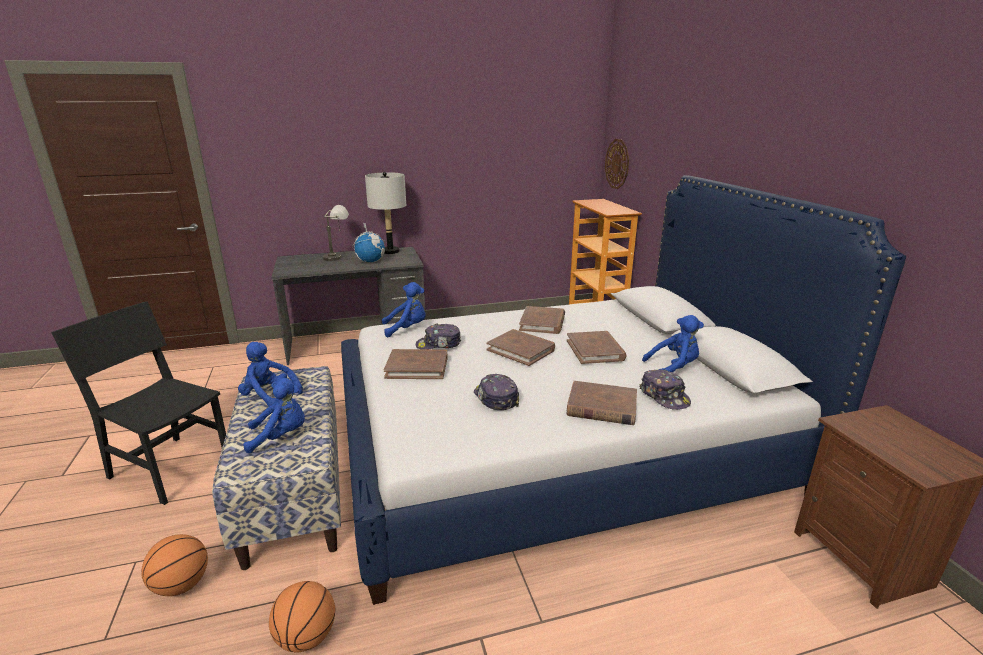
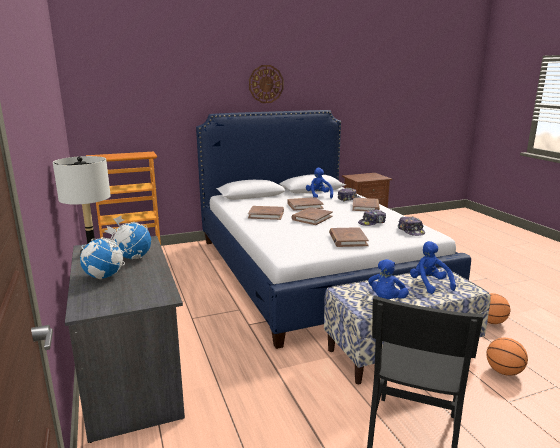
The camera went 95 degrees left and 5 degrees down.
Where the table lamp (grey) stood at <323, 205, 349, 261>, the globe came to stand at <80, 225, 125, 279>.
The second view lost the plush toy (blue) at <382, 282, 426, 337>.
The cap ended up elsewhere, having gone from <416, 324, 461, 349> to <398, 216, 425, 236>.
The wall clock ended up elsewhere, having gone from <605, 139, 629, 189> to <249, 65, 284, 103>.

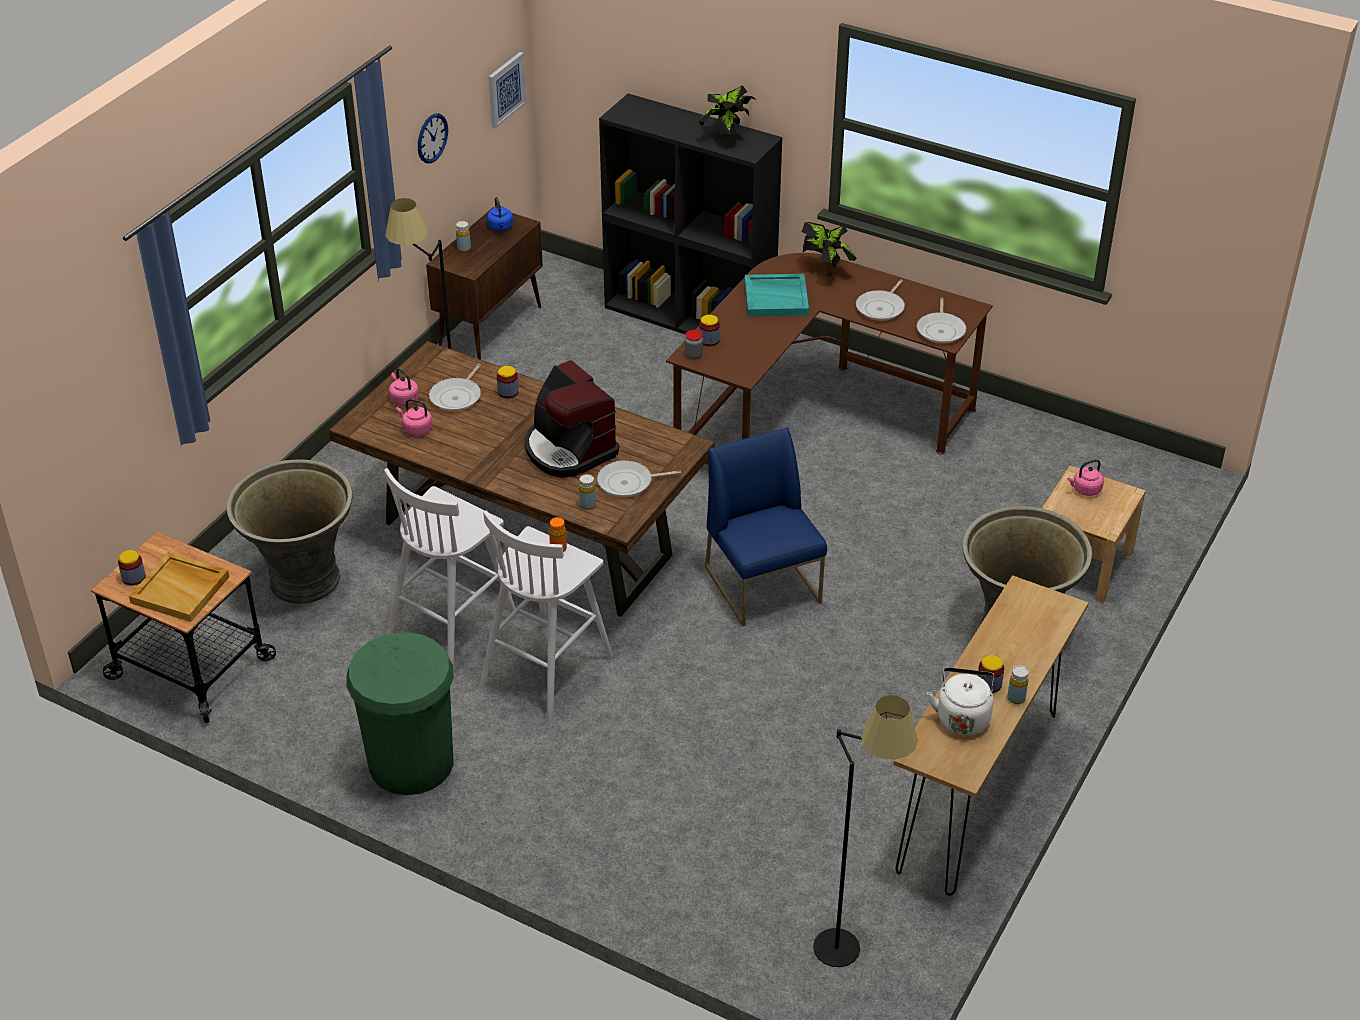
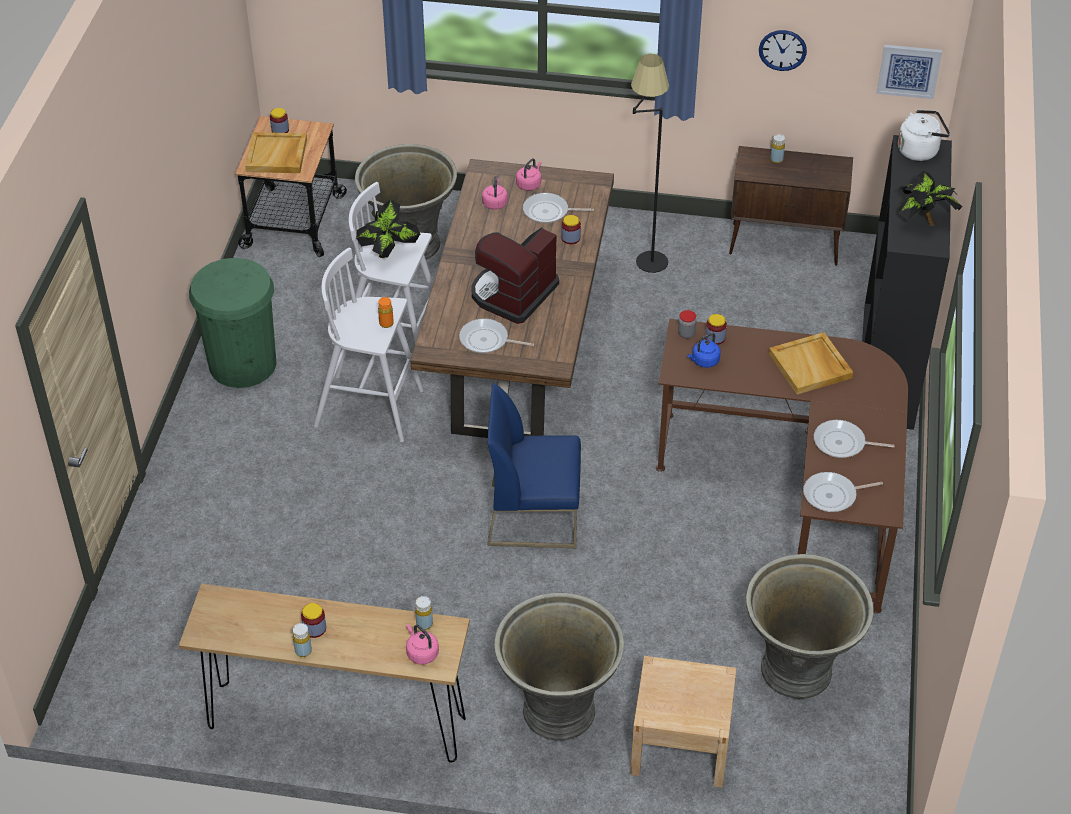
The camera went 70 degrees right and 5 degrees up.
The kettle (blue) ended up elsewhere, having gone from <487, 197, 513, 231> to <687, 333, 721, 368>.
The bottle (yellow) ended up elsewhere, having gone from <579, 474, 596, 510> to <415, 596, 433, 630>.
The frying pan at <597, 460, 681, 497> ended up facing another way, 45 degrees counterclockwise from before.
The chair (blue) at <705, 427, 827, 626> ended up facing another way, 135 degrees counterclockwise from before.
What was the tray (turquoise) at <745, 274, 809, 317> turned into the tray (beige) at <769, 332, 853, 394>.
The potted plant ended up elsewhere, having gone from <802, 222, 857, 277> to <356, 199, 420, 258>.
The second view lost the floor lamp (black) at <813, 695, 918, 967>.
The kettle (white) ended up elsewhere, having gone from <927, 667, 995, 736> to <898, 110, 950, 161>.
The kettle (pink) ended up elsewhere, having gone from <1067, 459, 1104, 496> to <406, 624, 439, 665>.
The second view gained the planter (grey) at <746, 554, 874, 699>.

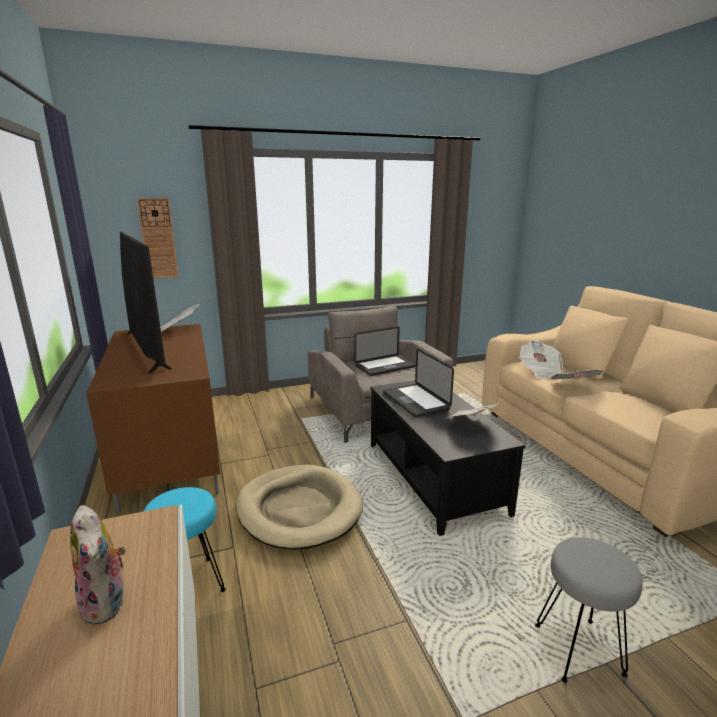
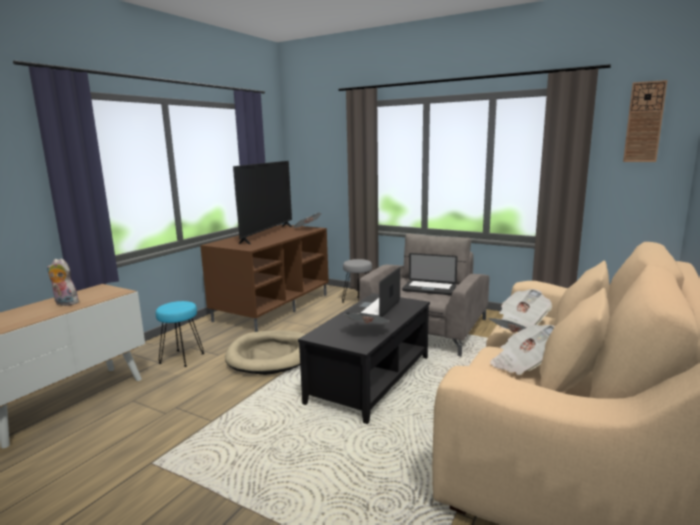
The camera went 50 degrees right and 5 degrees down.
The plush toy at <70, 505, 126, 625> ended up facing another way, 90 degrees clockwise from before.
The wall clock ended up elsewhere, having gone from <137, 198, 179, 279> to <623, 80, 667, 162>.
The stool (grey) ended up elsewhere, having gone from <535, 537, 643, 683> to <342, 259, 372, 303>.
The second view gained the newspaper at <490, 324, 555, 375>.

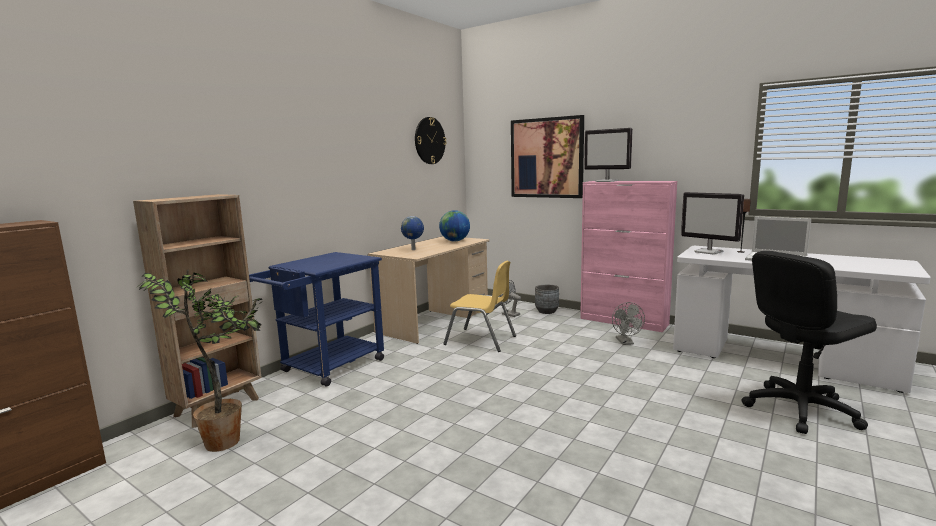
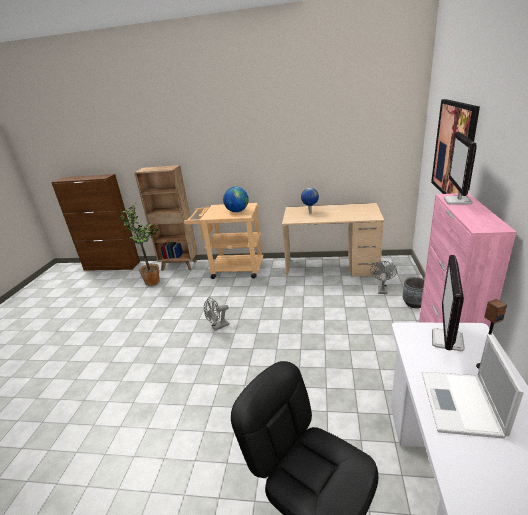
The camera went 65 degrees right and 15 degrees up.
What was the cart (blue) at <249, 252, 384, 387> turned into the cart (beige) at <184, 203, 264, 279>.
The second view lost the wall clock at <415, 117, 447, 164>.
The globe ended up elsewhere, having gone from <439, 210, 470, 242> to <223, 187, 248, 212>.
The second view lost the chair (yellow) at <443, 261, 516, 352>.
The fan (grey) ended up elsewhere, having gone from <612, 302, 645, 345> to <204, 297, 229, 331>.

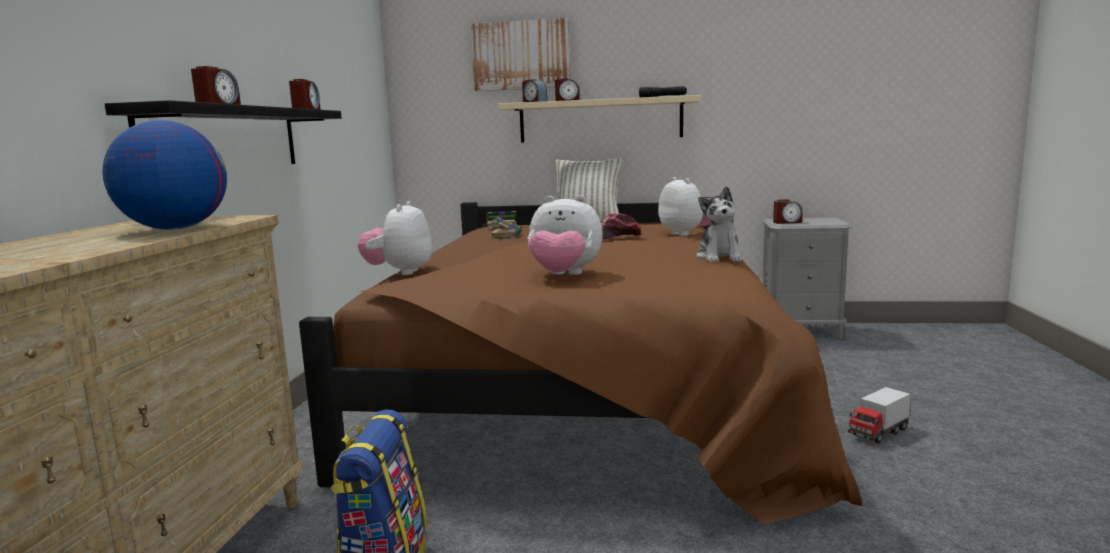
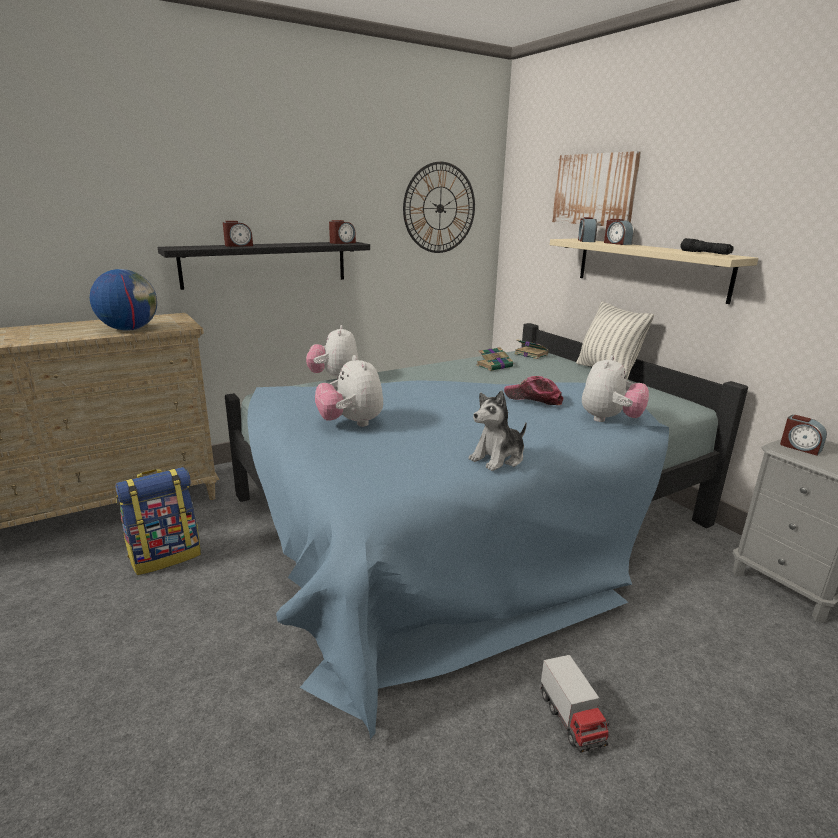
The camera went 50 degrees right and 10 degrees up.
What was the bed (brown) at <299, 197, 862, 525> turned into the bed (blue) at <225, 323, 748, 739>.
The plush toy at <358, 201, 432, 275> ended up facing another way, 60 degrees counterclockwise from before.
The toy truck at <848, 387, 911, 443> ended up facing another way, 120 degrees counterclockwise from before.
The second view gained the wall clock at <403, 162, 475, 253>.

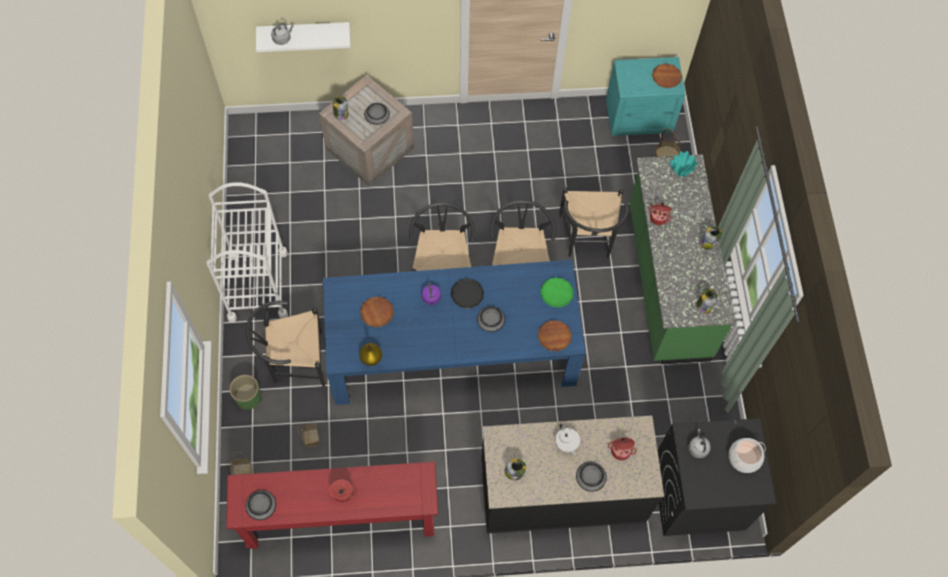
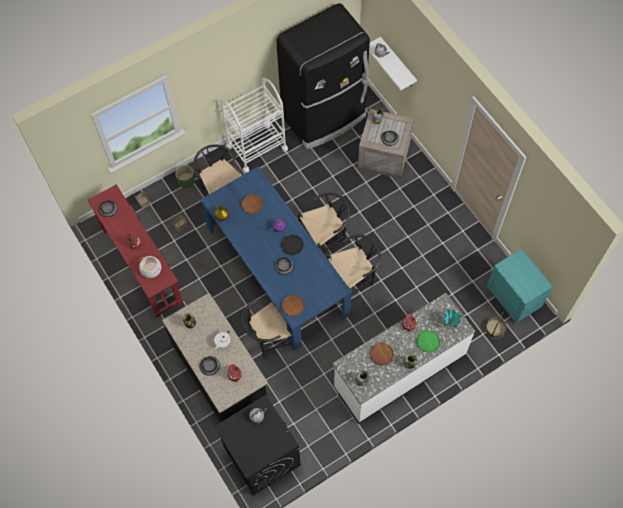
The camera went 65 degrees right and 0 degrees up.
The plate (green) ended up elsewhere, having gone from <540, 277, 574, 308> to <416, 330, 440, 353>.
The chair (black) ended up elsewhere, having gone from <559, 187, 629, 258> to <241, 299, 292, 357>.
What was the counter (green) at <629, 154, 734, 364> turned into the counter (white) at <332, 293, 475, 424>.
The plate (brown) ended up elsewhere, having gone from <652, 63, 682, 88> to <370, 343, 394, 366>.
The cooking pot ended up elsewhere, having gone from <729, 438, 766, 473> to <139, 256, 161, 278>.
The second view gained the fridge (black) at <277, 3, 370, 149>.

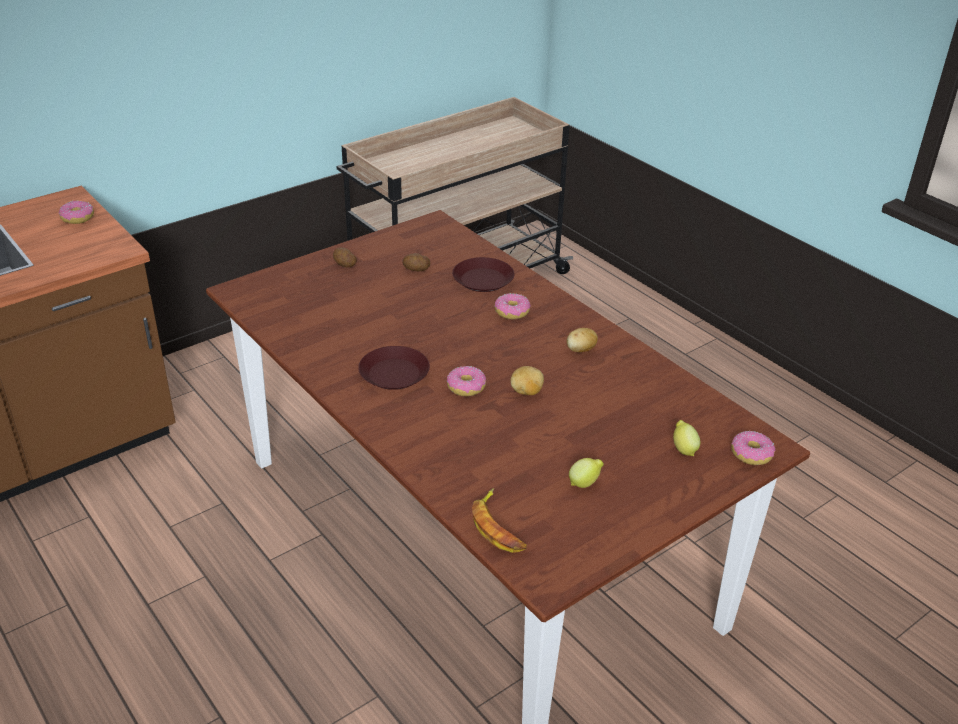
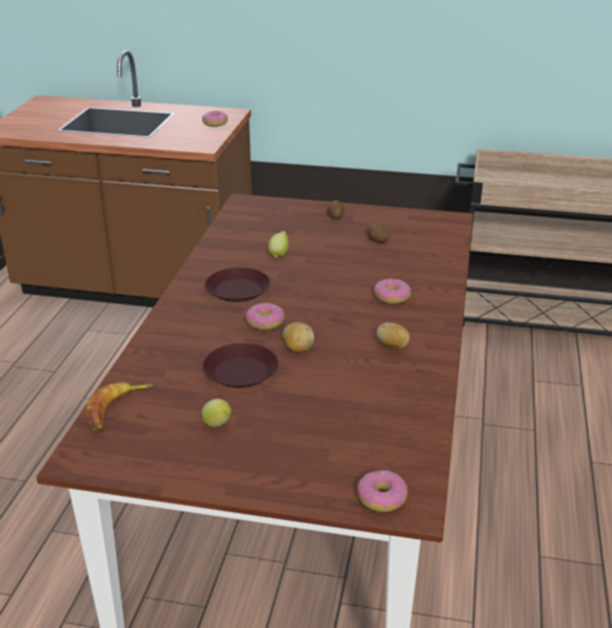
The camera went 50 degrees right and 5 degrees down.
The plate (brown) ended up elsewhere, having gone from <452, 257, 515, 292> to <203, 343, 278, 388>.
The lemon ended up elsewhere, having gone from <673, 420, 701, 456> to <268, 231, 289, 258>.

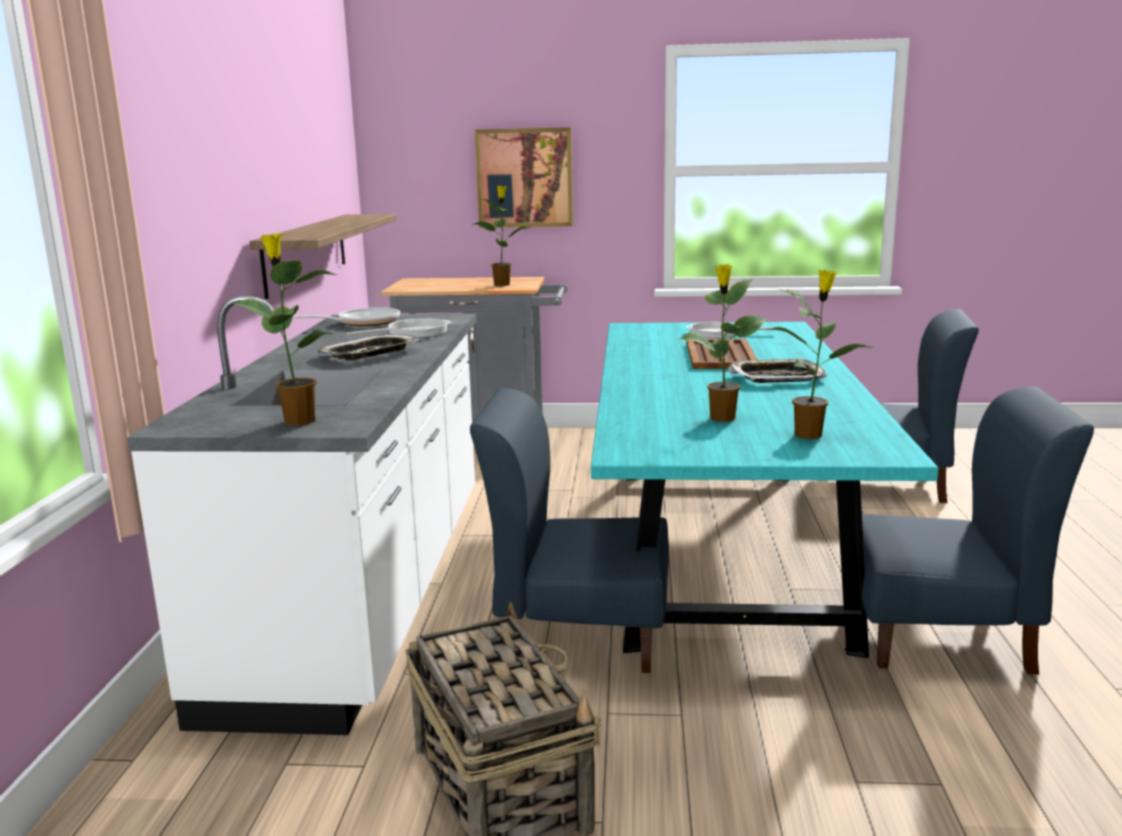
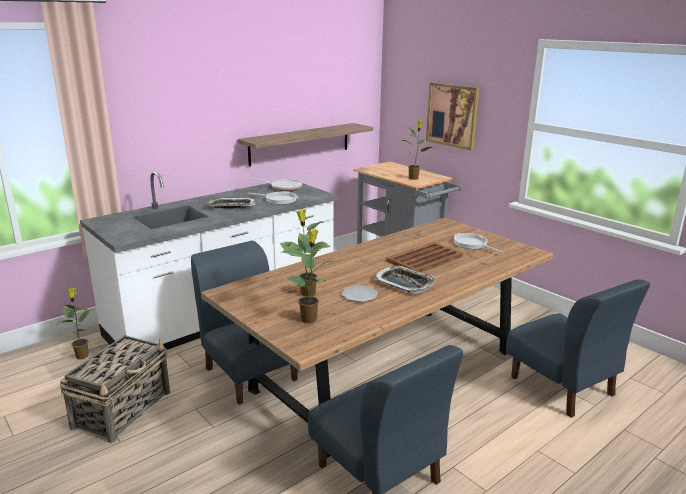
The camera went 45 degrees right and 5 degrees up.
The potted plant ended up elsewhere, having gone from <232, 233, 337, 426> to <56, 288, 92, 359>.
What was the dining table (turquoise) at <591, 322, 939, 658> turned into the dining table (brown) at <201, 218, 553, 458>.
The second view gained the plate at <341, 285, 378, 302>.

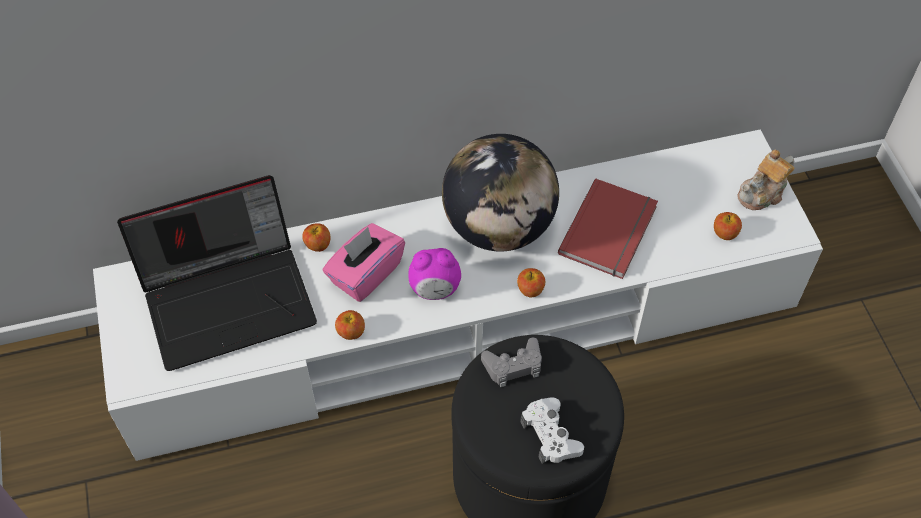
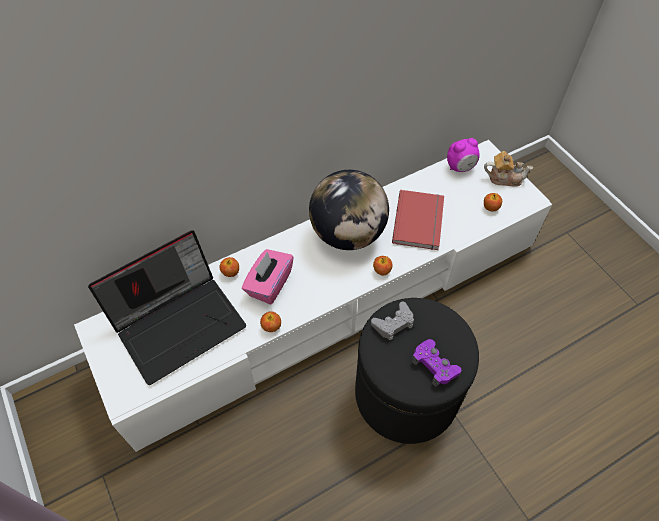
The camera went 15 degrees left and 0 degrees up.
The alarm clock ended up elsewhere, having gone from <408, 248, 461, 300> to <447, 138, 480, 172>.
What was the game controller (white) at <520, 397, 584, 464> turned into the game controller (purple) at <411, 339, 461, 387>.
The teapot at <737, 150, 795, 210> ended up facing another way, 120 degrees counterclockwise from before.

